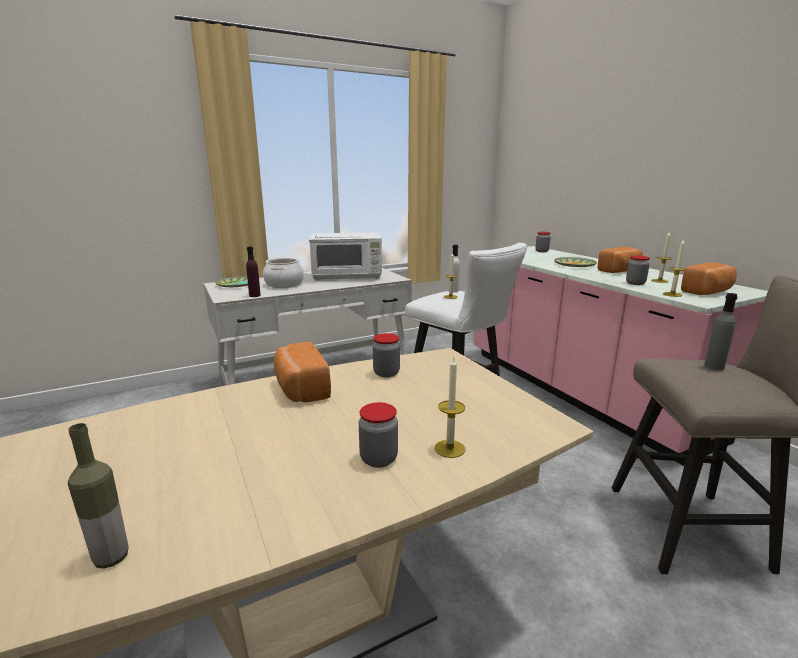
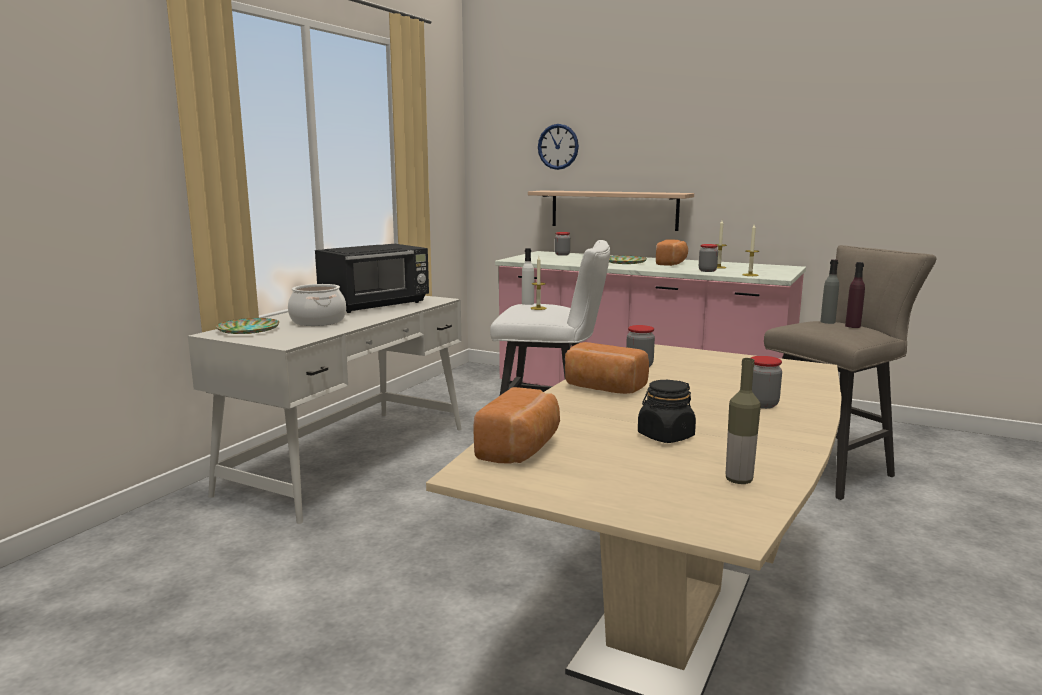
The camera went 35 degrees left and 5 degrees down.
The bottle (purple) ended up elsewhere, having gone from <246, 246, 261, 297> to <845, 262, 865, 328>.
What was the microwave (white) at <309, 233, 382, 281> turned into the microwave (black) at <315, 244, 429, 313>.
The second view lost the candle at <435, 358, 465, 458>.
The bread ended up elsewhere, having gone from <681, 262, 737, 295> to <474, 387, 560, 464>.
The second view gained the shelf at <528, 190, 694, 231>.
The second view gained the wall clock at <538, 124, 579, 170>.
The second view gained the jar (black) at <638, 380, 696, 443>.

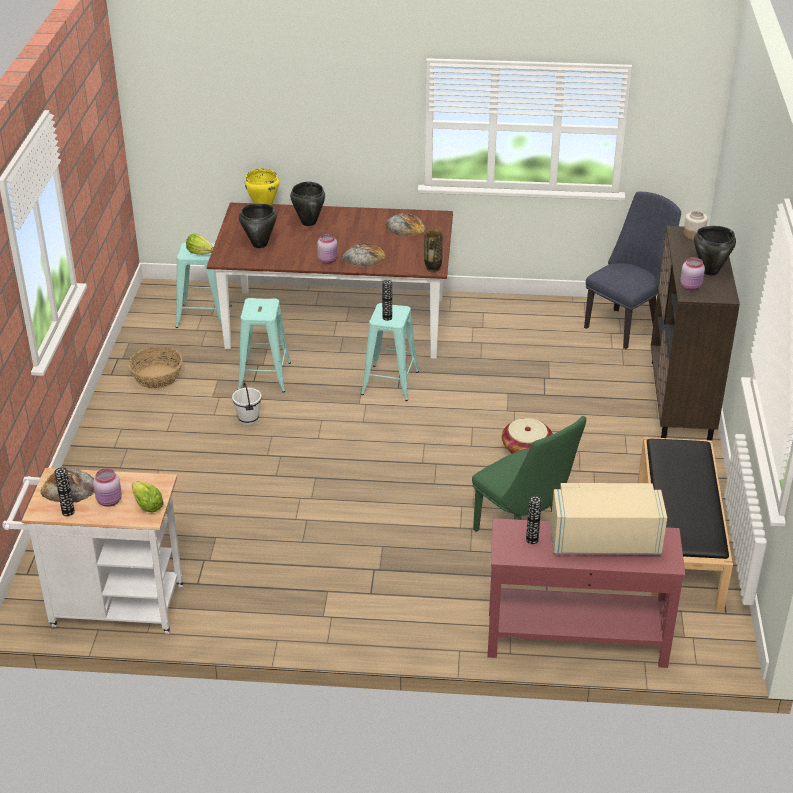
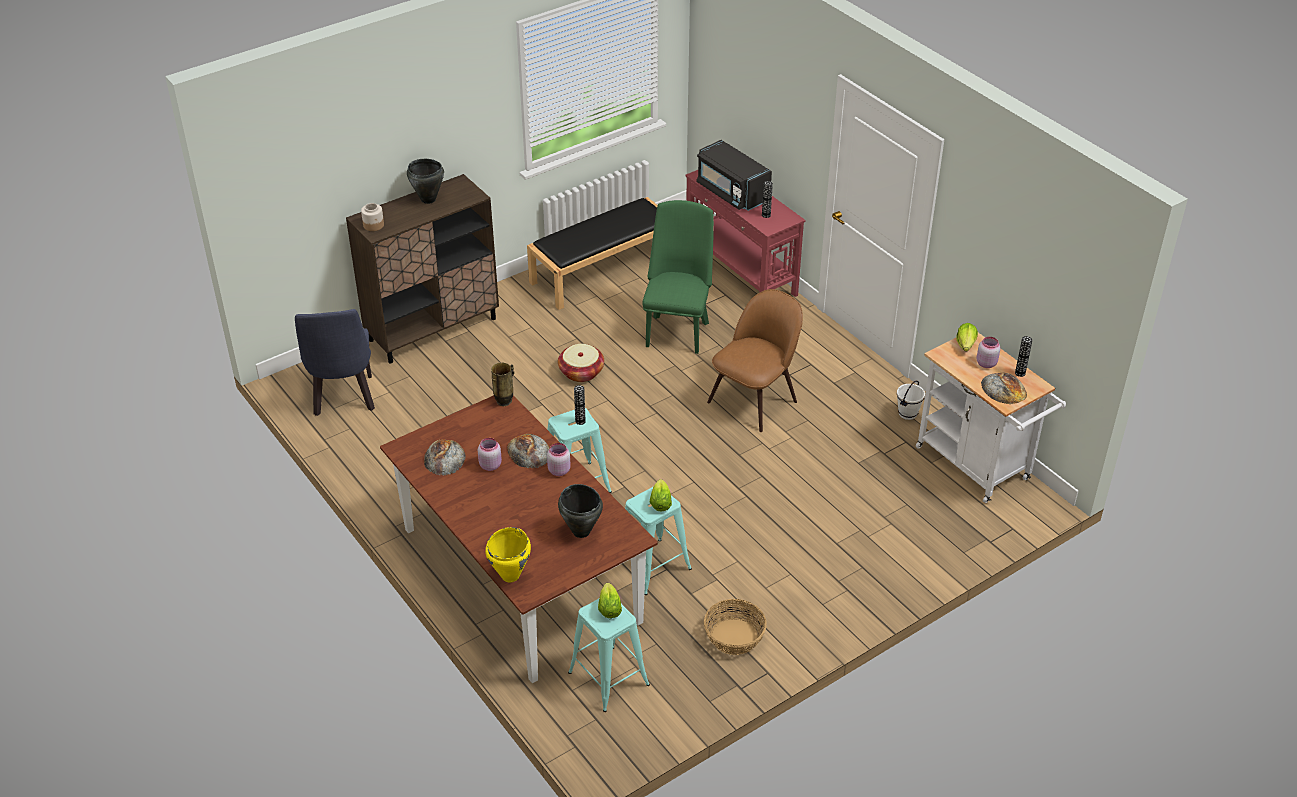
The camera went 130 degrees left and 5 degrees up.
The bucket (white) ended up elsewhere, having gone from <232, 383, 261, 425> to <897, 381, 925, 420>.
The second view lost the cooking pot (black) at <290, 182, 325, 226>.
What was the microwave (beige) at <551, 483, 667, 555> turned into the microwave (black) at <697, 140, 772, 211>.
The chair (blue) at <584, 192, 681, 349> ended up facing another way, 105 degrees counterclockwise from before.
The jar (pink) ended up elsewhere, having gone from <680, 257, 705, 290> to <478, 438, 502, 471>.
The second view gained the lettuce at <650, 479, 672, 511>.
The second view gained the chair (brown) at <707, 289, 803, 432>.

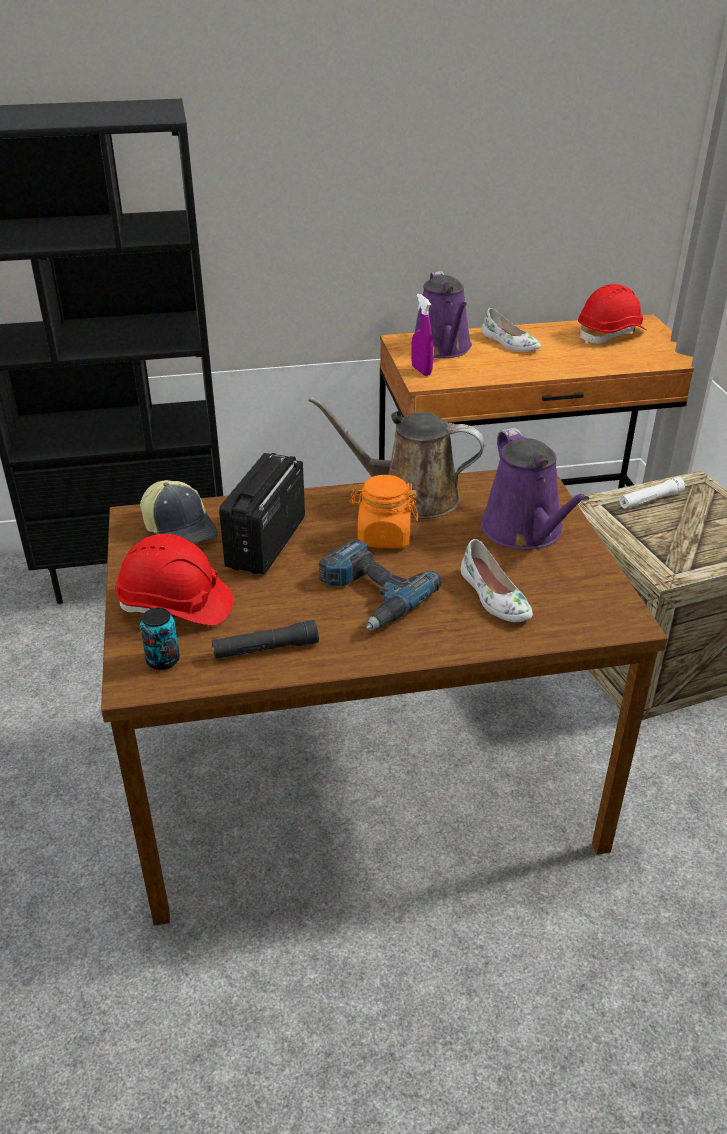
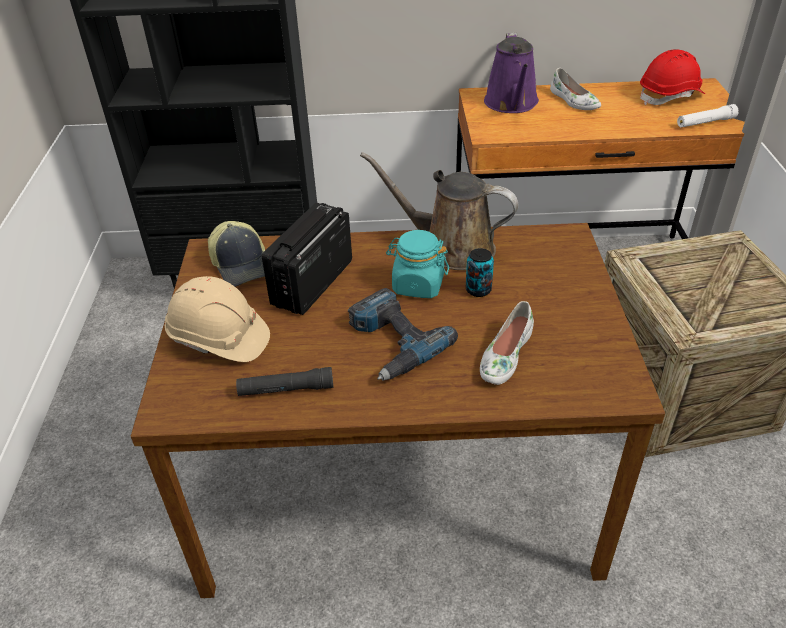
The camera went 10 degrees right and 5 degrees up.
What was the hard hat (red) at <115, 534, 233, 626> turned into the hard hat (beige) at <165, 276, 270, 362>.
The can ended up elsewhere, having gone from <140, 608, 180, 670> to <466, 248, 494, 297>.
What was the jar (orange) at <350, 475, 418, 548> turned into the jar (turquoise) at <386, 230, 449, 298>.
The second view lost the spray bottle (purple) at <411, 294, 434, 376>.
The shoe (white) at <461, 539, 533, 622> ended up facing another way, 45 degrees clockwise from before.
The second view lost the watering can (purple) at <481, 428, 590, 550>.
The flashlight (white) ended up elsewhere, having gone from <619, 477, 685, 509> to <677, 104, 739, 128>.

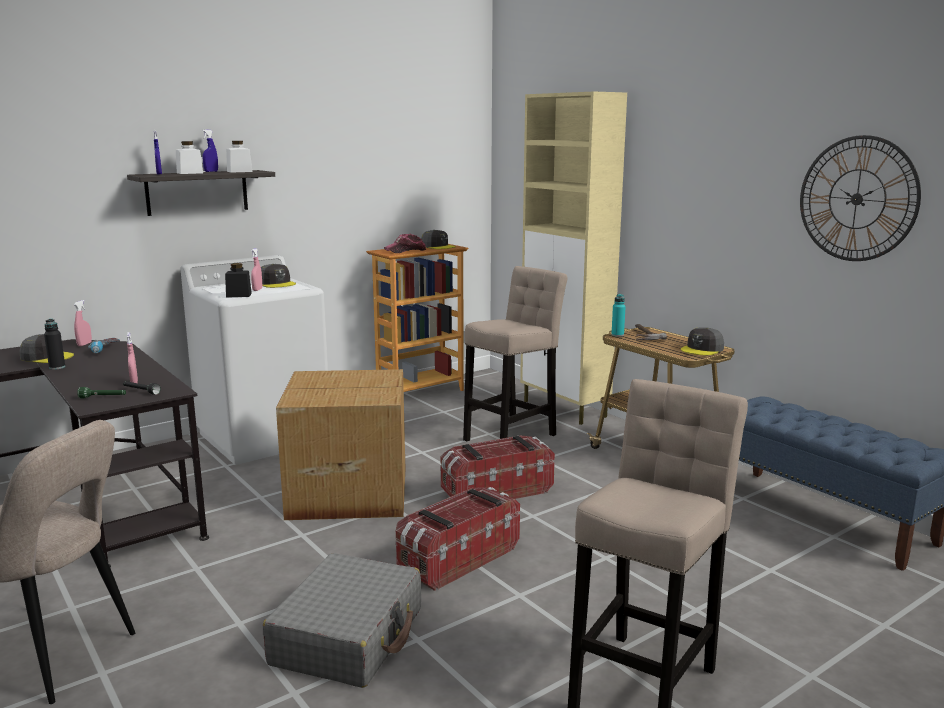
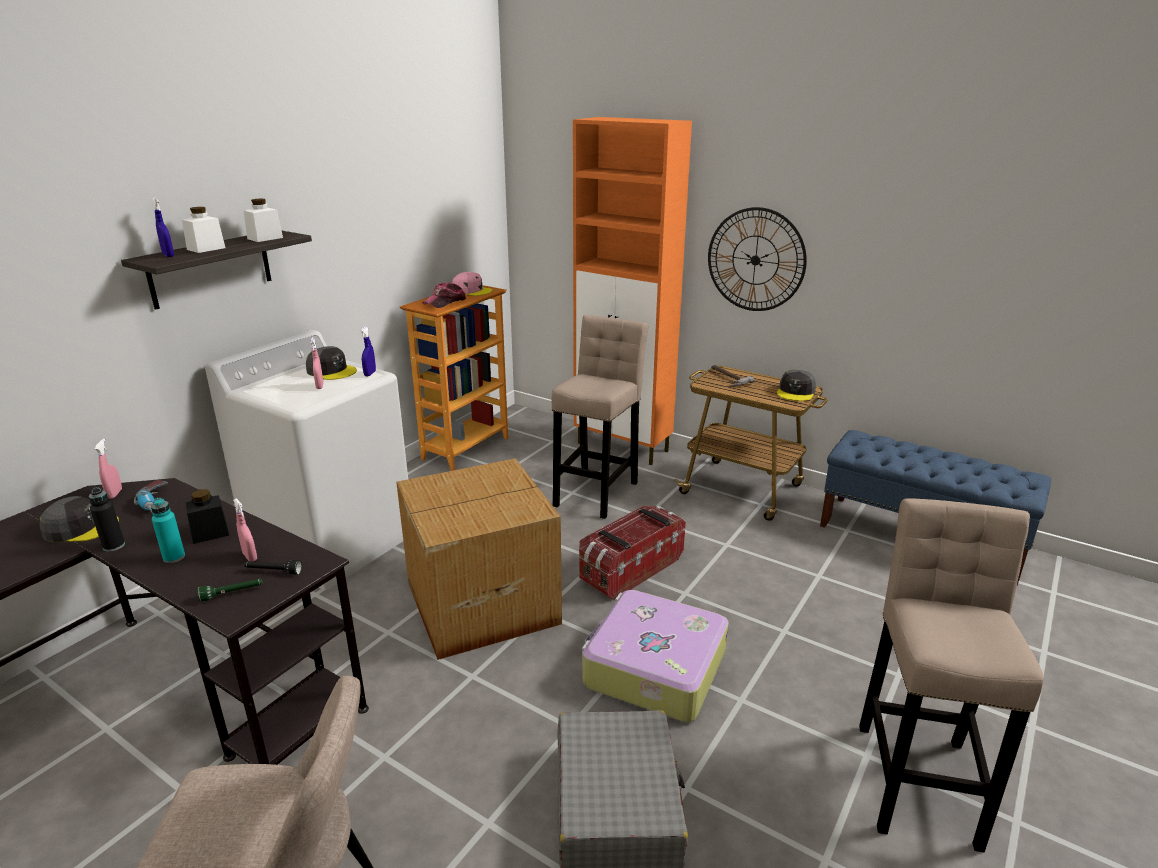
The camera went 20 degrees left and 10 degrees up.
The spray bottle (blue) ended up elsewhere, having gone from <202, 130, 218, 172> to <360, 327, 376, 376>.
The jar (black) ended up elsewhere, having gone from <225, 263, 252, 298> to <186, 489, 229, 544>.
Where the storage box stood at <396, 487, 520, 591>, the suitcase came to stand at <582, 590, 728, 722>.
What was the cap (grey) at <421, 230, 456, 249> turned into the cap (pink) at <452, 272, 493, 296>.
What was the cabinet (beige) at <520, 91, 627, 425> turned into the cabinet (orange) at <573, 117, 692, 465>.
The bottle (turquoise) ended up elsewhere, having gone from <611, 294, 626, 337> to <151, 497, 185, 563>.
The wall clock ended up elsewhere, having gone from <800, 135, 921, 261> to <708, 207, 807, 311>.

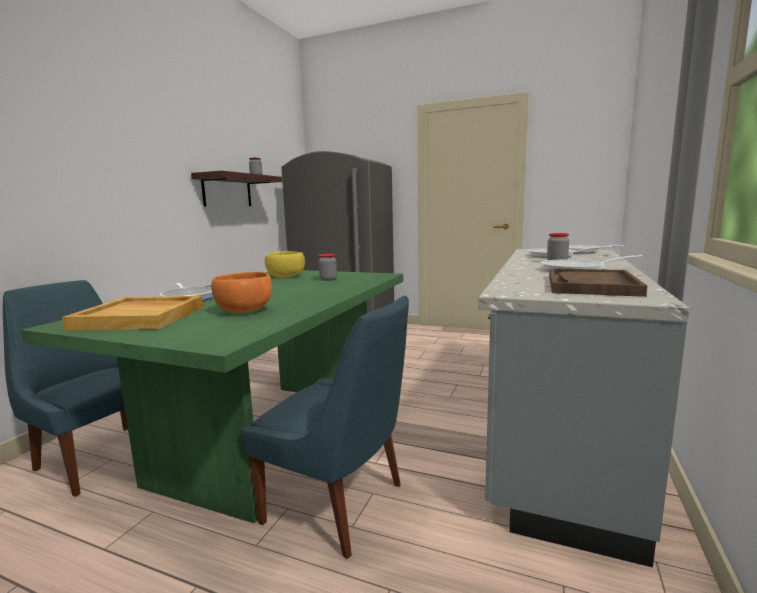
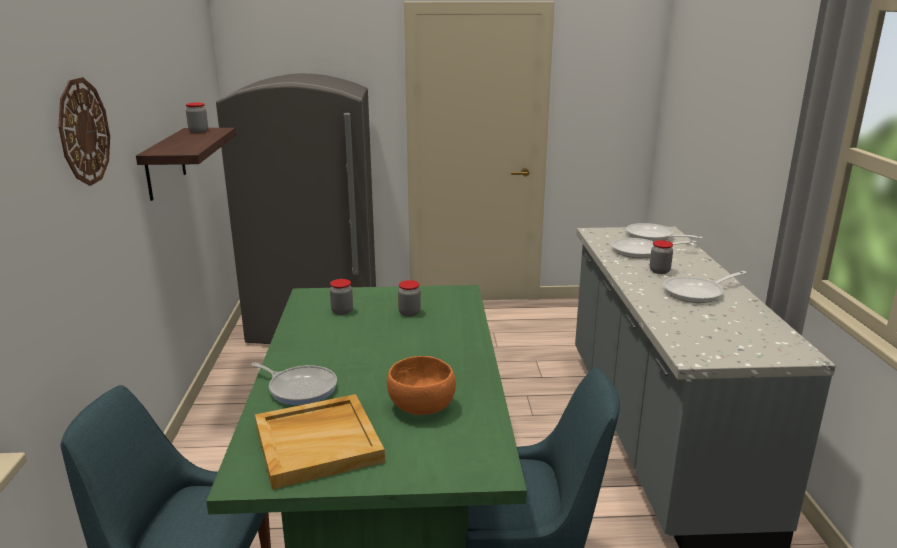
The camera went 25 degrees left and 10 degrees up.
Where the bowl (yellow) stood at <265, 251, 305, 278>, the jar came to stand at <330, 279, 353, 315>.
The second view lost the tray (brown) at <549, 268, 647, 297>.
The second view gained the wall clock at <58, 77, 110, 186>.

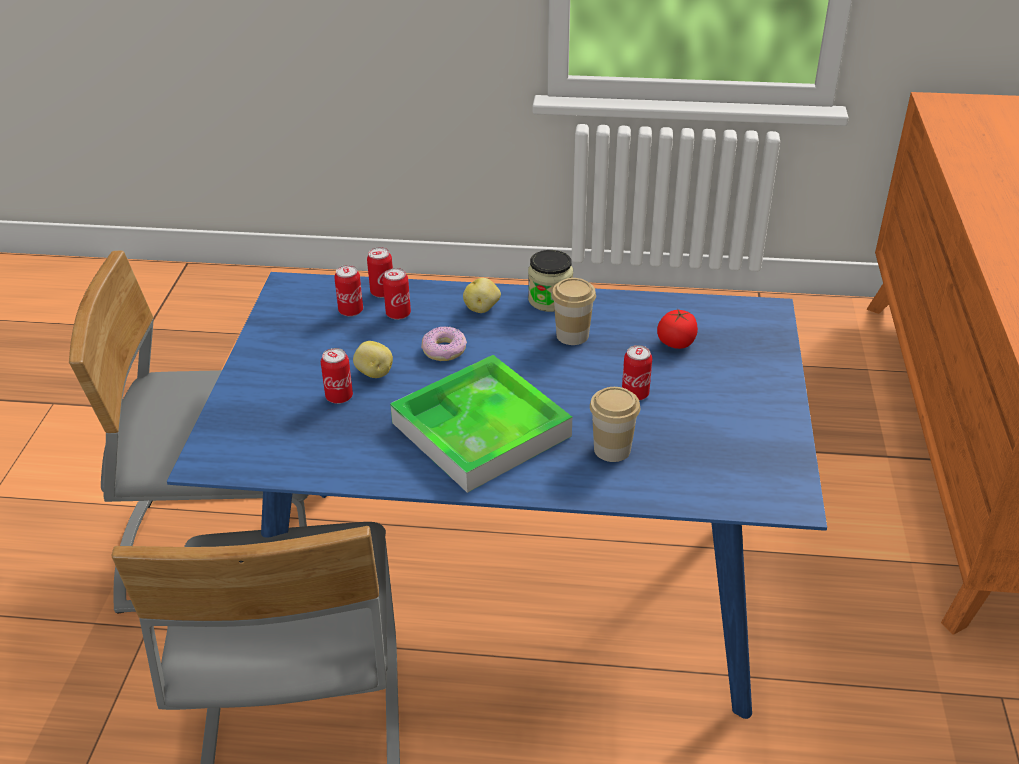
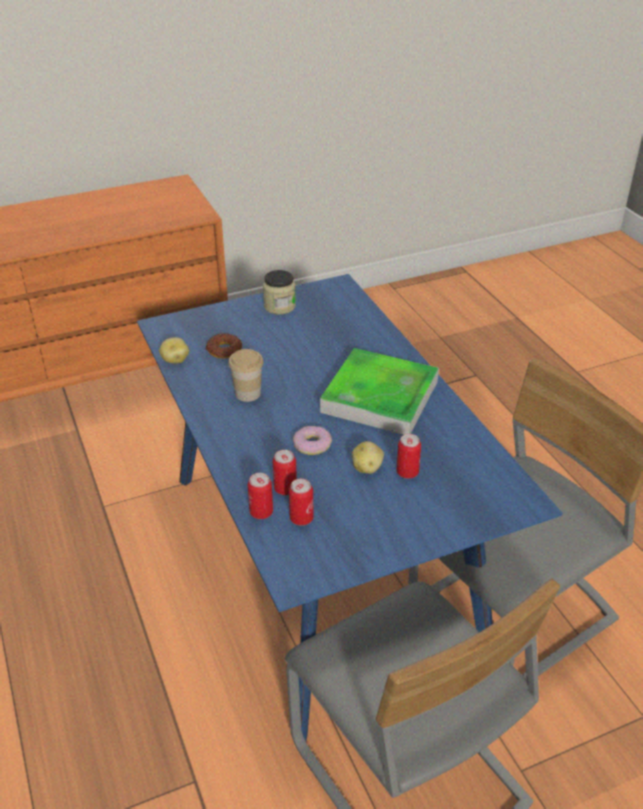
The camera went 120 degrees left and 0 degrees up.
The potato ended up elsewhere, having gone from <463, 278, 501, 313> to <159, 337, 189, 364>.
The jar ended up elsewhere, having gone from <528, 250, 573, 312> to <263, 270, 296, 315>.
The second view lost the cup at <590, 387, 640, 462>.
The second view lost the can at <622, 345, 652, 401>.
Where the tomato stood at <657, 310, 698, 349>, the donut came to stand at <206, 333, 242, 358>.

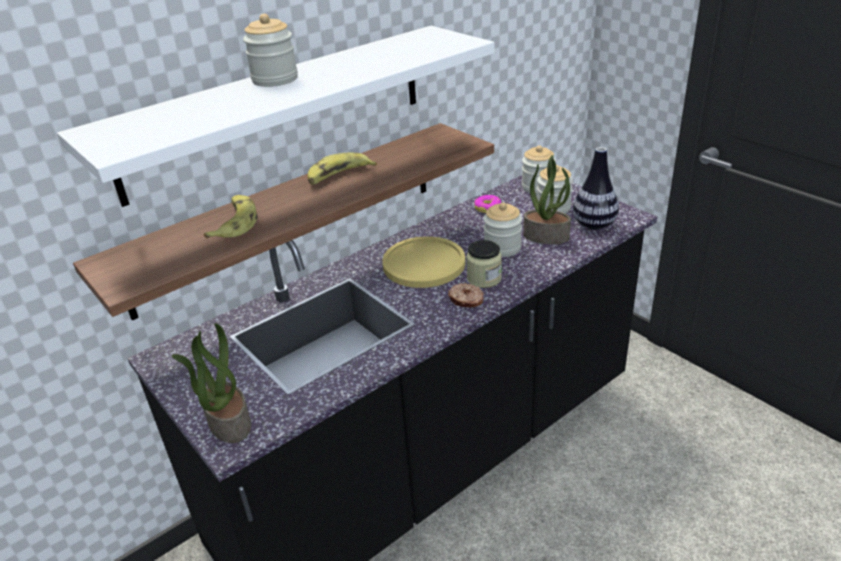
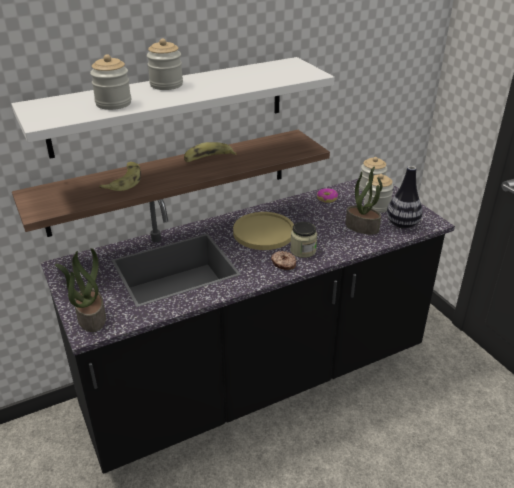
The camera went 10 degrees right and 0 degrees up.
The jar ended up elsewhere, having gone from <484, 203, 522, 257> to <90, 54, 131, 110>.

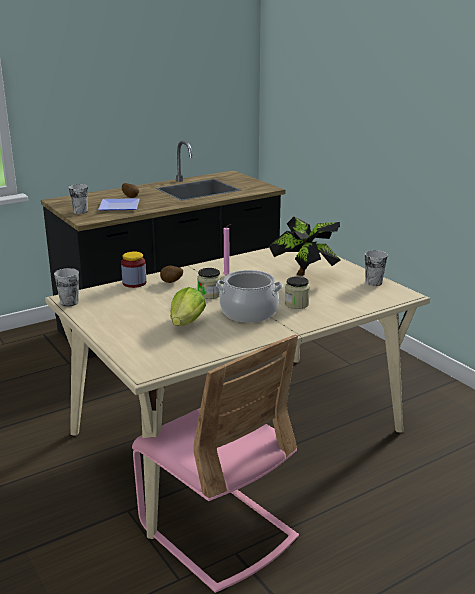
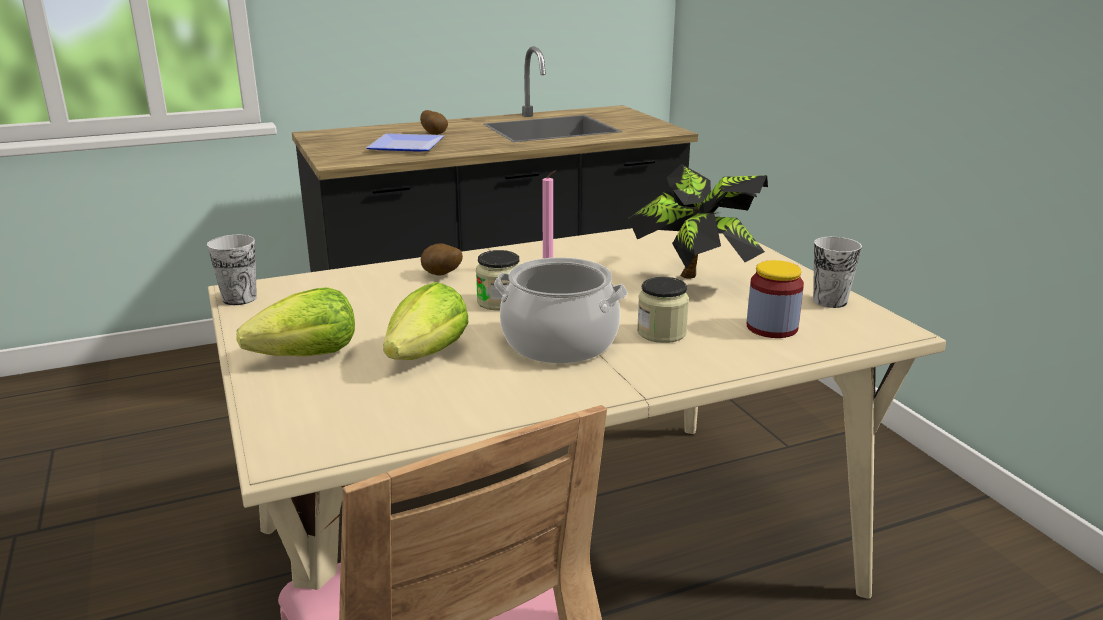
The camera went 10 degrees right and 0 degrees up.
The second view lost the cup at <69, 184, 88, 214>.
The jar ended up elsewhere, having gone from <121, 252, 146, 288> to <747, 260, 804, 338>.
The second view gained the lettuce at <236, 287, 355, 356>.

